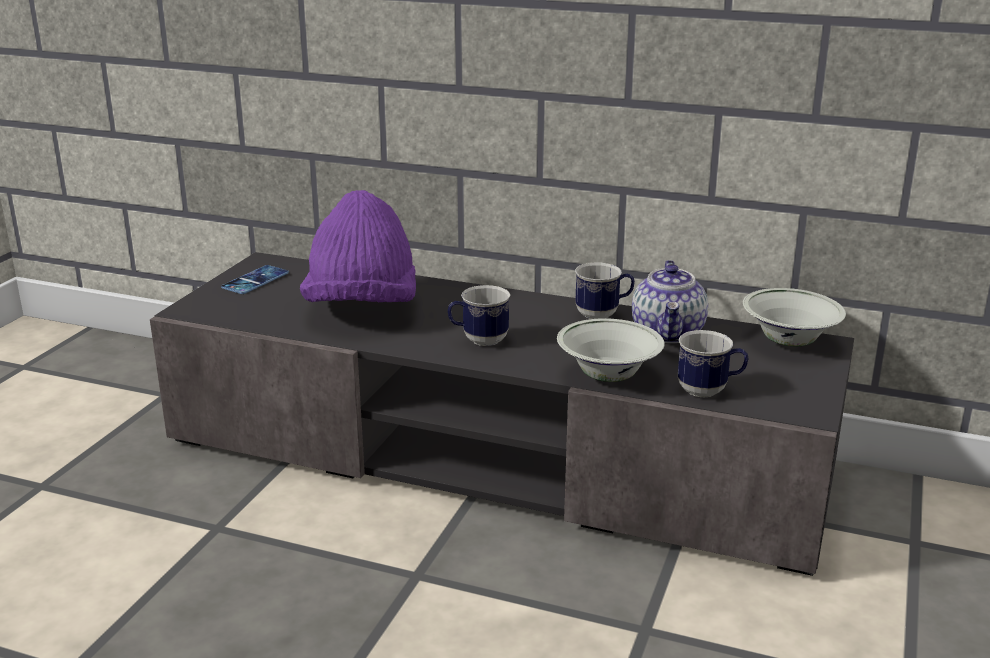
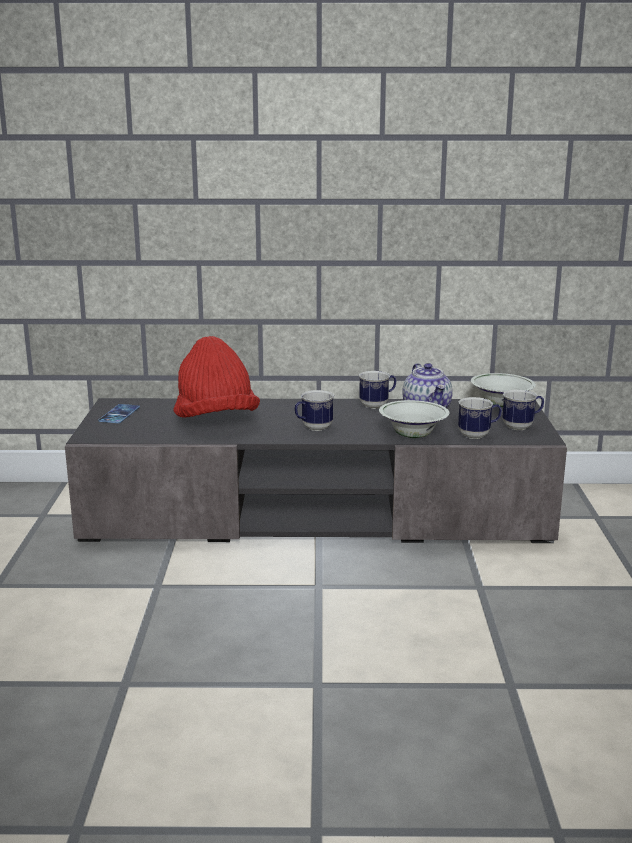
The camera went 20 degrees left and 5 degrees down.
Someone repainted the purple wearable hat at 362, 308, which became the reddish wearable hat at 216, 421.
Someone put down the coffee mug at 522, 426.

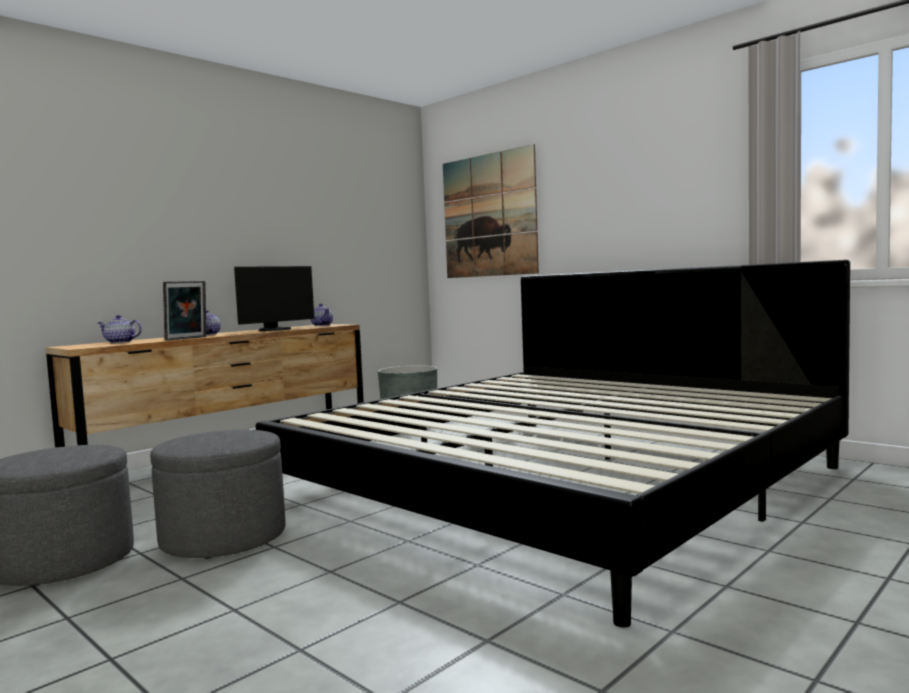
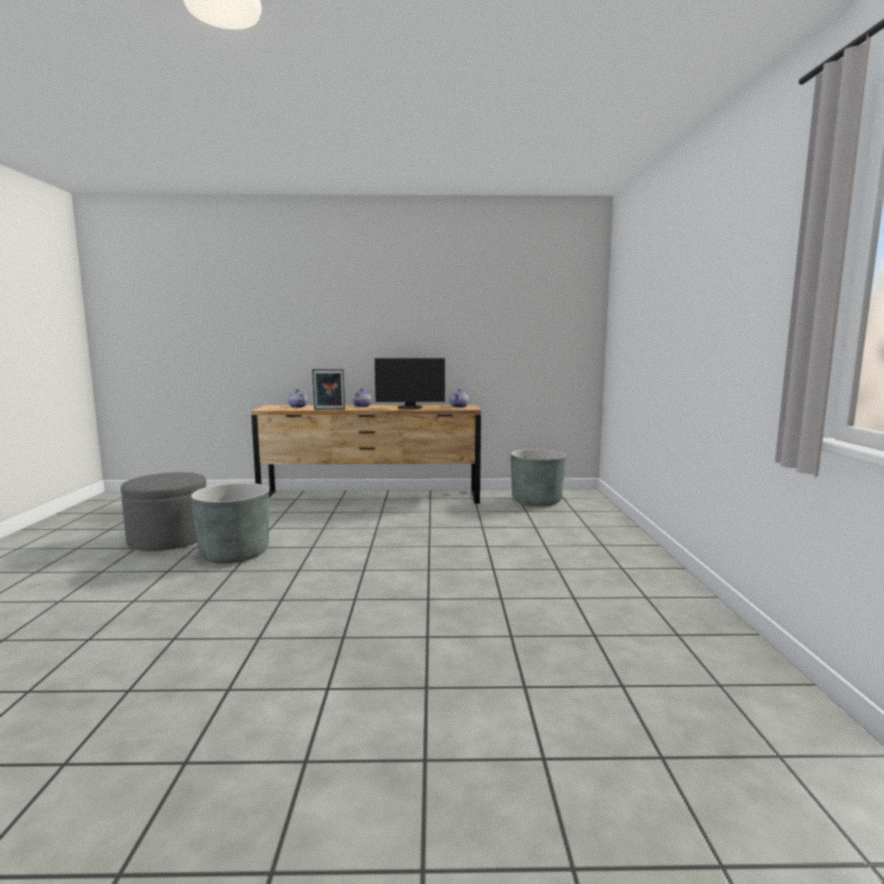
The camera went 45 degrees right and 5 degrees up.
Someone took away the wall picture at 489, 215.
Someone took away the sleeping bed at 560, 483.
Someone swapped the greyish ottoman at 223, 538 for the greyish planter at 234, 554.

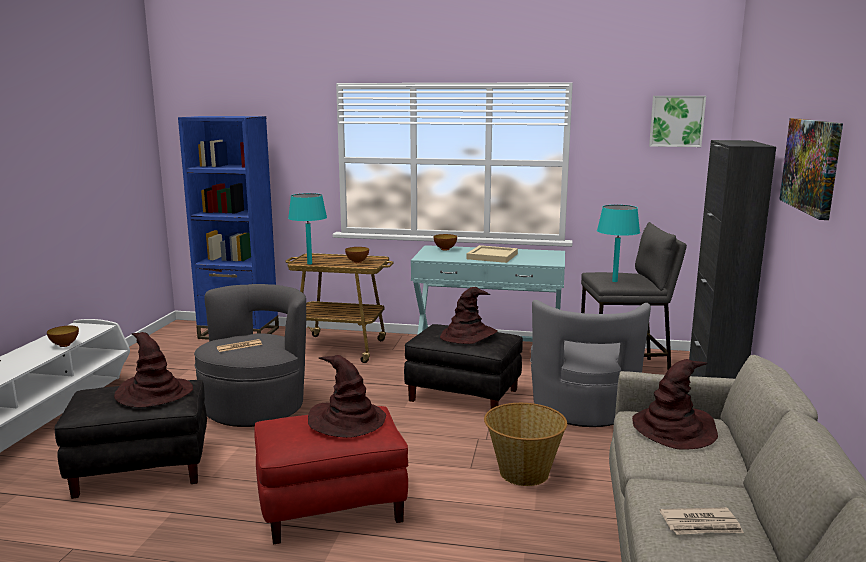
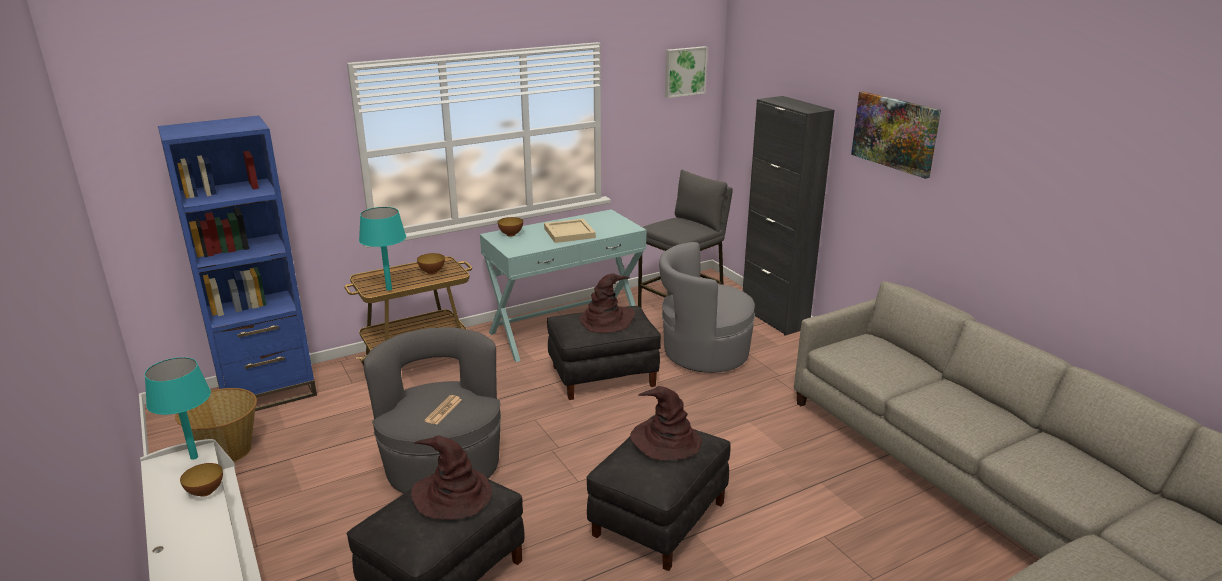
The camera went 40 degrees left and 10 degrees up.
Someone carried the turquoise table lamp from 614, 281 to 194, 457.
Someone rotated the greyish easy chair at 583, 410 by 120 degrees clockwise.
Someone took away the brown wearable hat at 674, 429.
Someone carried the storage basket from 523, 472 to 227, 451.
Someone repainted the reddish ottoman at 332, 505, which became the black ottoman at 658, 518.
Someone took away the newspaper at 701, 525.

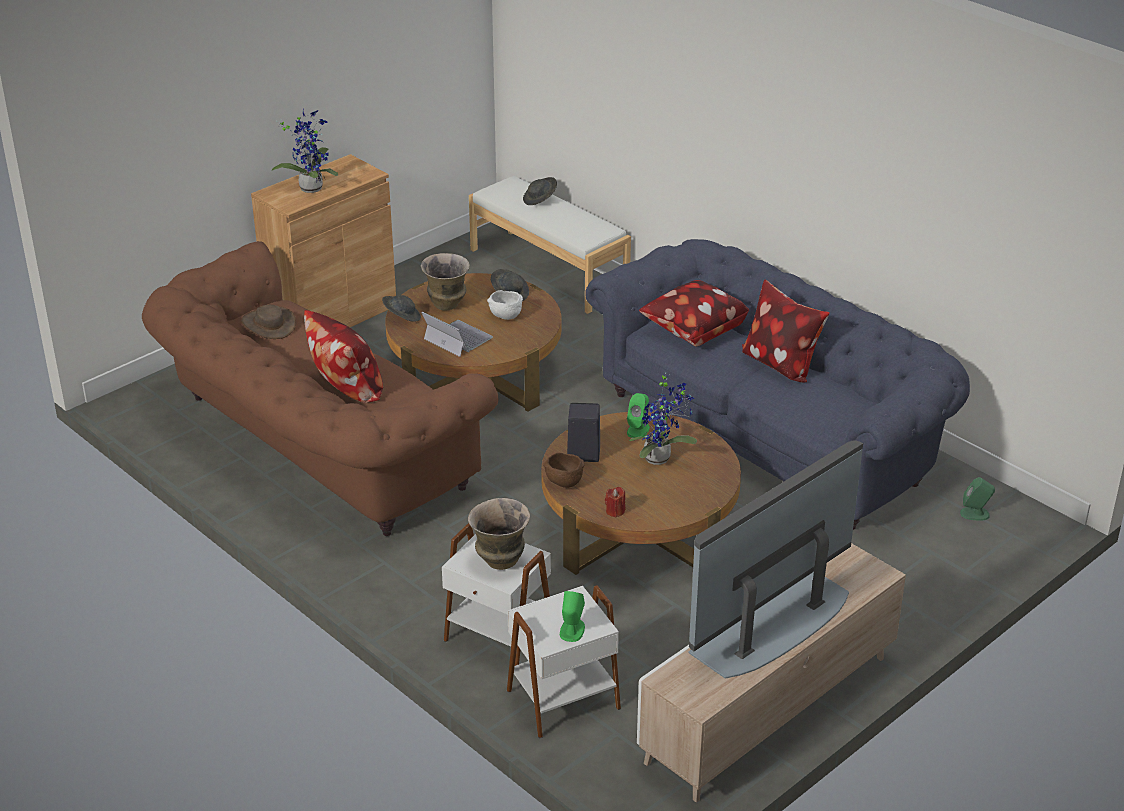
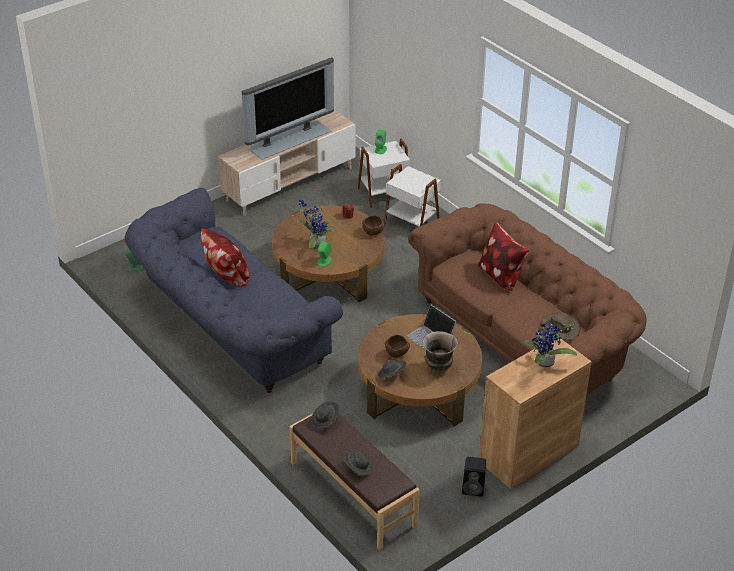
The camera went 175 degrees left and 5 degrees up.
Someone repainted the white indoor bench at 549, 270, which became the brown indoor bench at 352, 494.
Someone took away the throw pillow at 692, 331.
Someone repainted the white deep dish at 505, 316, which became the brown deep dish at 397, 353.
Someone carried the greyish wearable hat from 401, 317 to 325, 421.
Someone carried the black speaker from 582, 453 to 474, 488.
Someone took away the decorative vase at 500, 562.

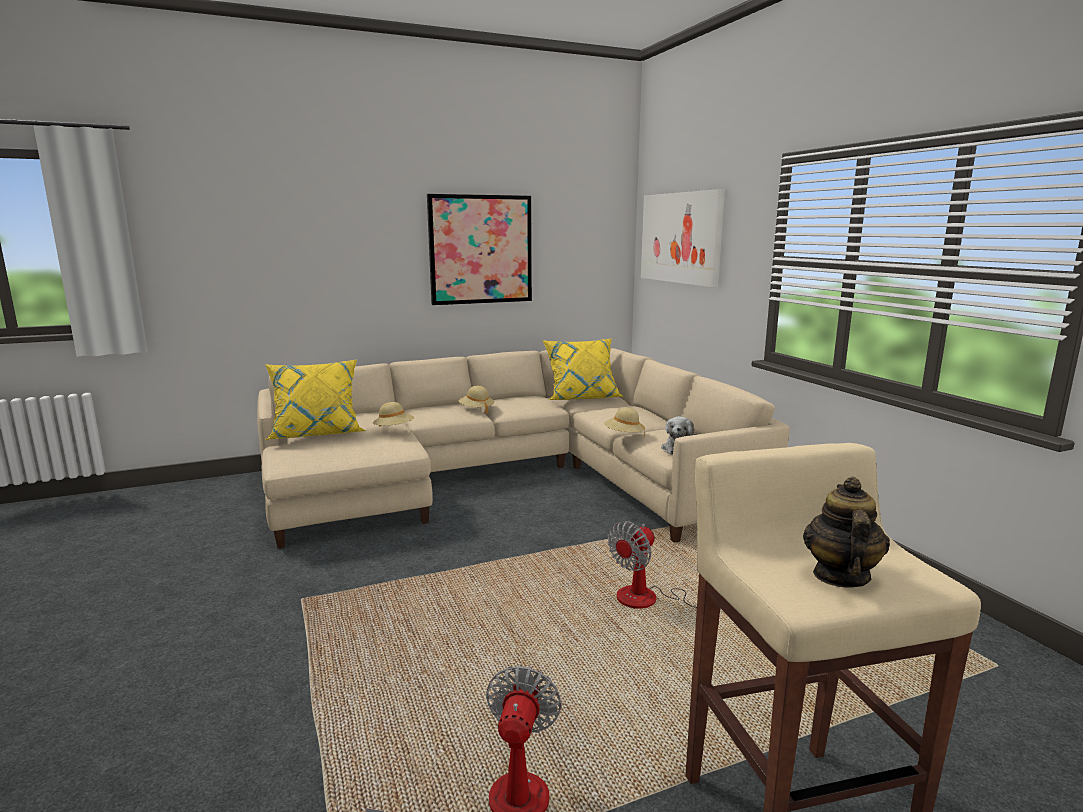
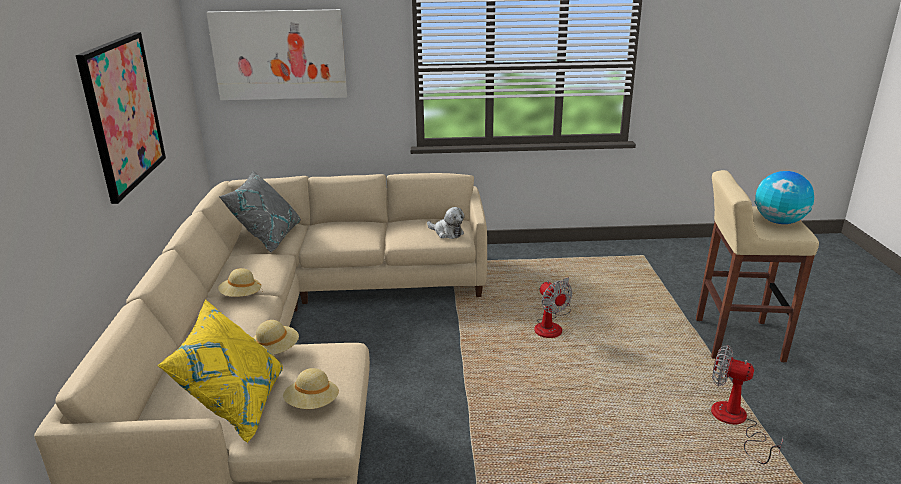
The camera went 70 degrees left and 10 degrees up.
Someone repainted the yellowish throw pillow at 581, 397, which became the greyish throw pillow at 267, 238.
Someone carried the sand-coloured wearable hat from 624, 435 to 312, 404.
Someone swapped the pot for tea at 840, 576 for the globe at 779, 222.

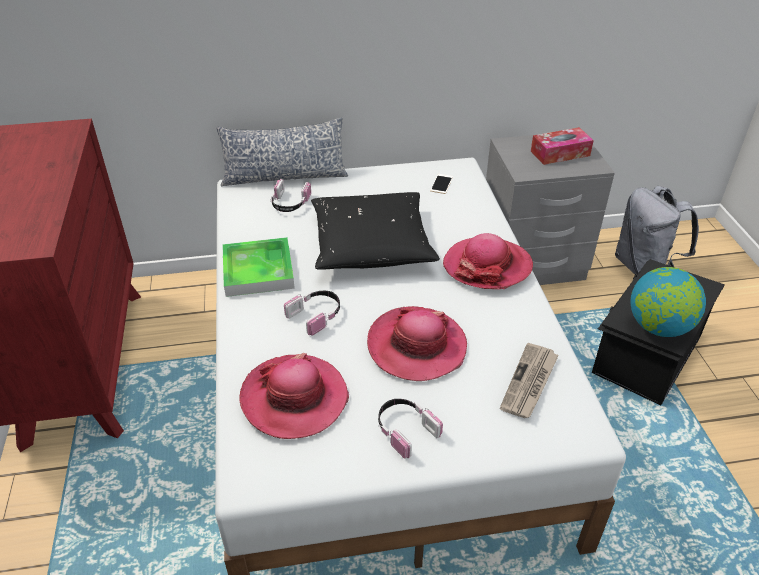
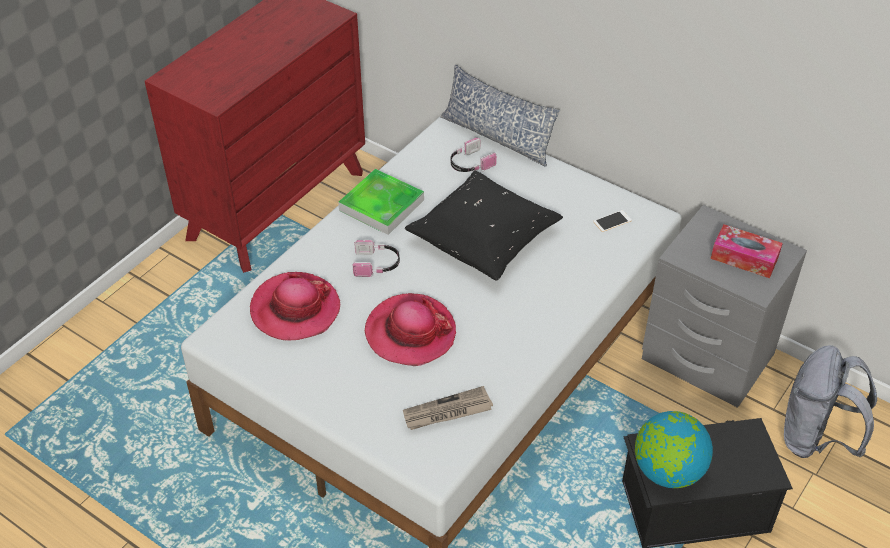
The camera went 45 degrees right and 5 degrees up.
Someone took away the wearable hat at 487, 266.
Someone took away the pair of headphones at 405, 430.

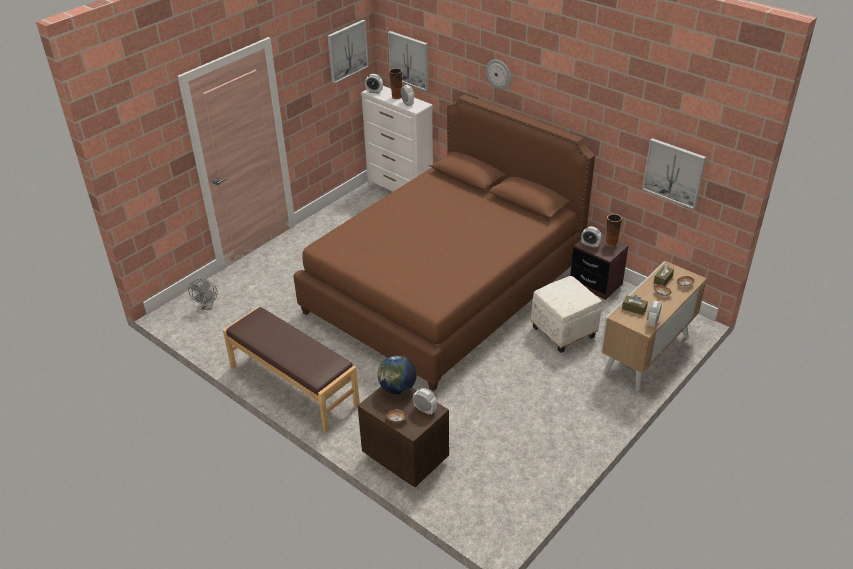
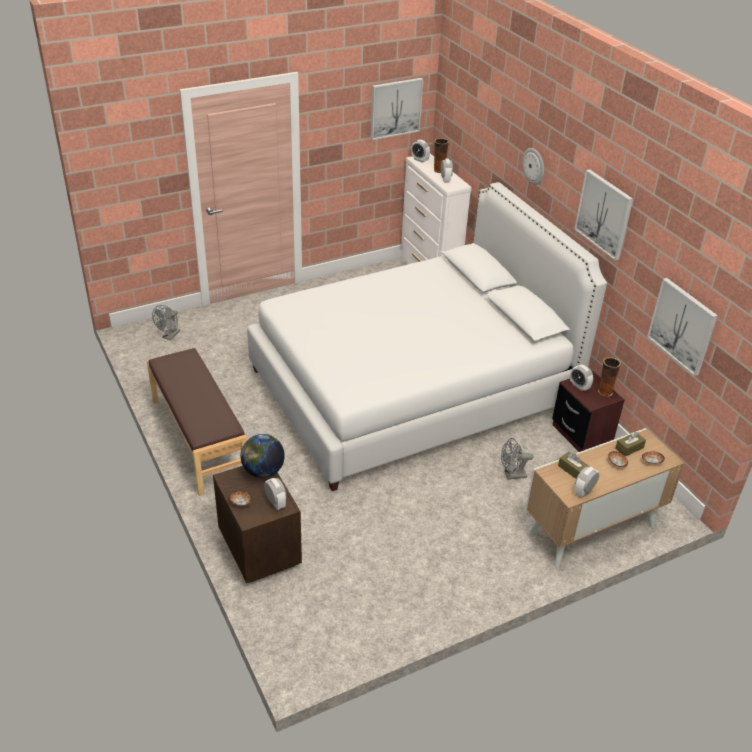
The camera went 20 degrees right and 0 degrees up.
Someone carried the wall picture from 409, 60 to 604, 214.
Someone repainted the brown sleeping bed at 444, 288, which became the white sleeping bed at 411, 389.
Someone swapped the white ottoman at 564, 332 for the greyish cooling fan at 512, 475.

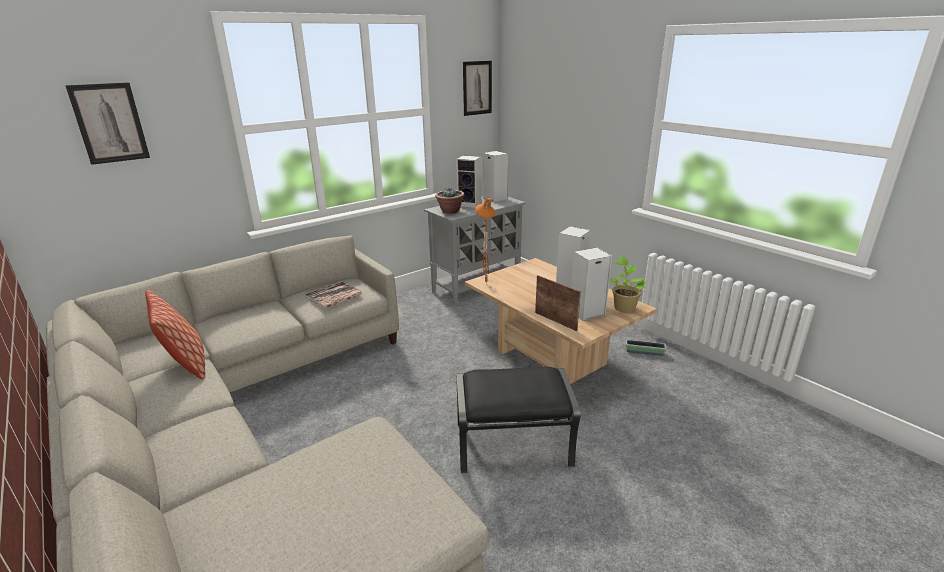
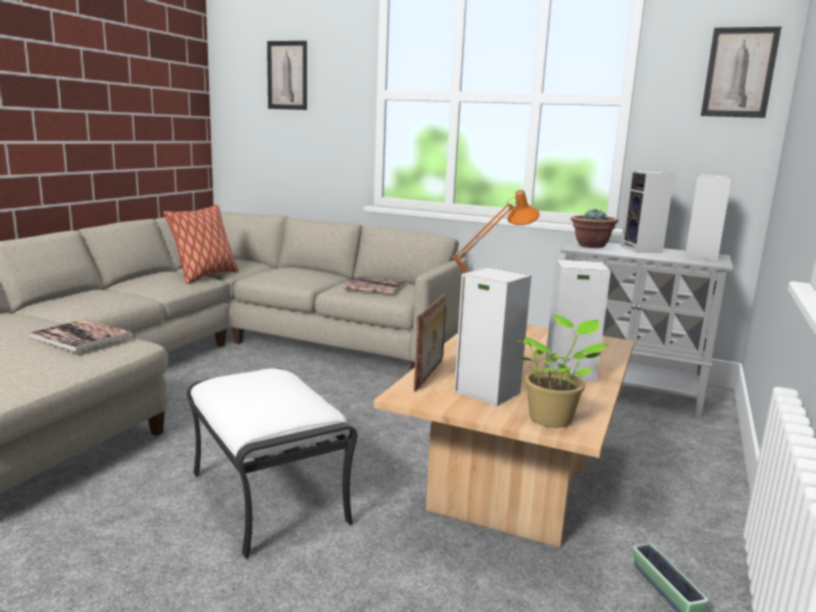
The camera went 60 degrees right and 10 degrees down.
Someone repainted the black ottoman at 512, 445, which became the white ottoman at 266, 497.
Someone put down the bound book at 81, 337.

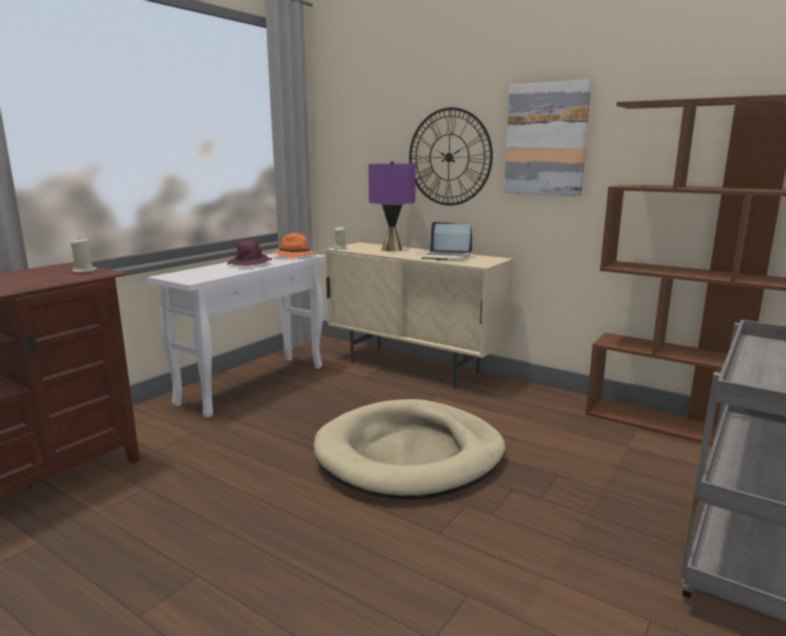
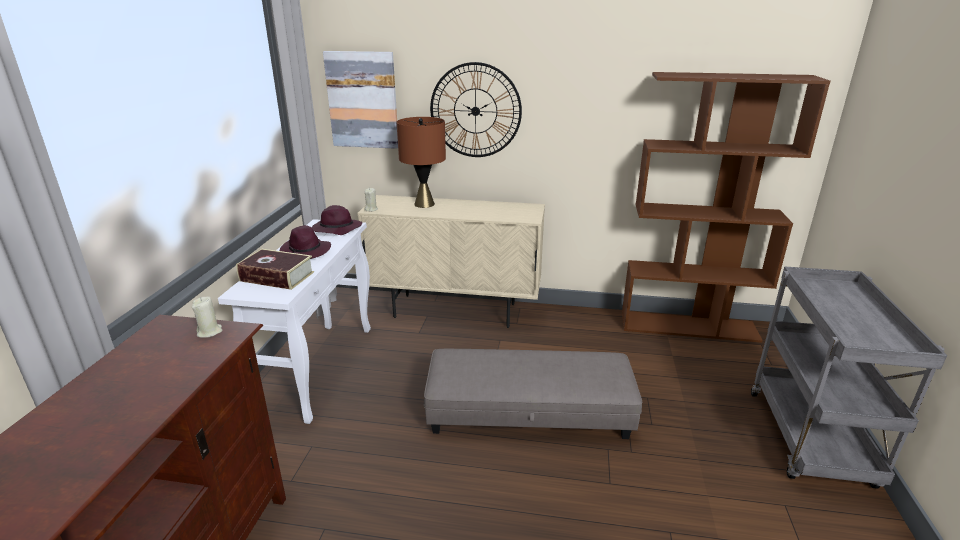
The camera went 25 degrees left and 10 degrees up.
Someone carried the wall picture from 546, 139 to 363, 100.
Someone repainted the purple table lamp at 392, 249, which became the brown table lamp at 424, 204.
Someone took away the laptop at 446, 257.
Someone repainted the orange-coloured wearable hat at 294, 256, which became the purple wearable hat at 336, 229.
Someone swapped the sand-coloured pet bed at 410, 455 for the greyish ottoman at 529, 411.
Someone put down the bound book at 277, 277.

